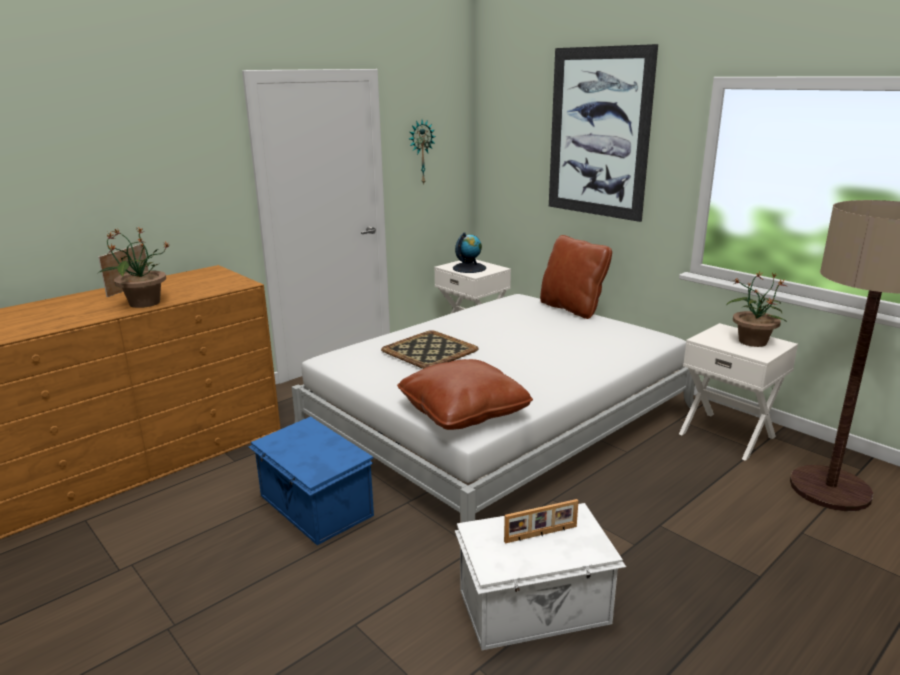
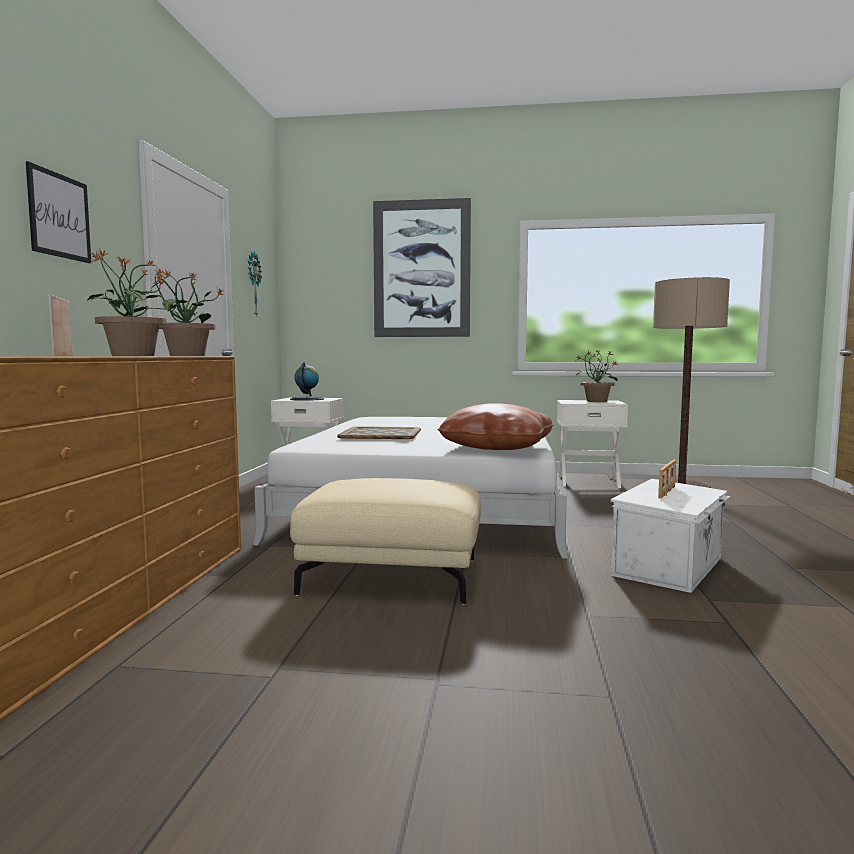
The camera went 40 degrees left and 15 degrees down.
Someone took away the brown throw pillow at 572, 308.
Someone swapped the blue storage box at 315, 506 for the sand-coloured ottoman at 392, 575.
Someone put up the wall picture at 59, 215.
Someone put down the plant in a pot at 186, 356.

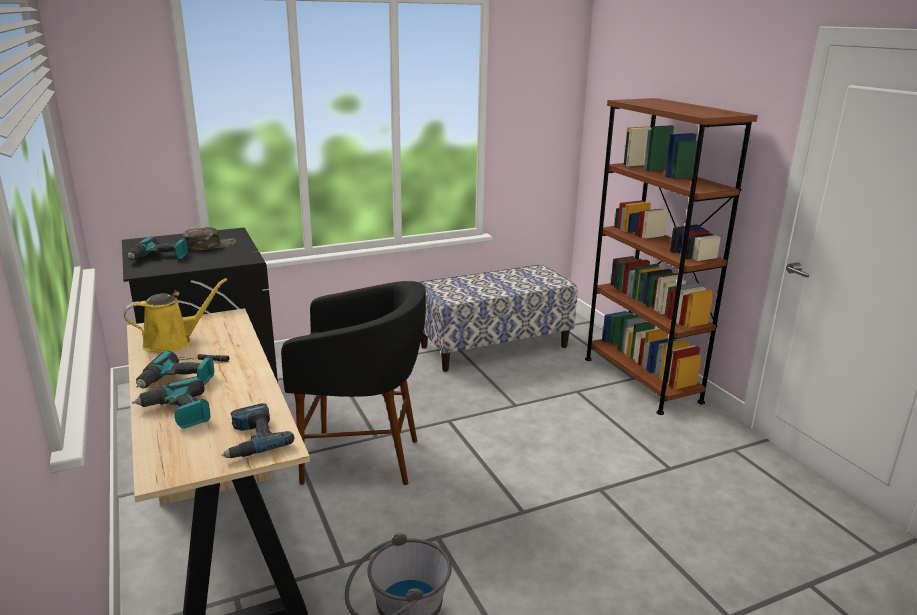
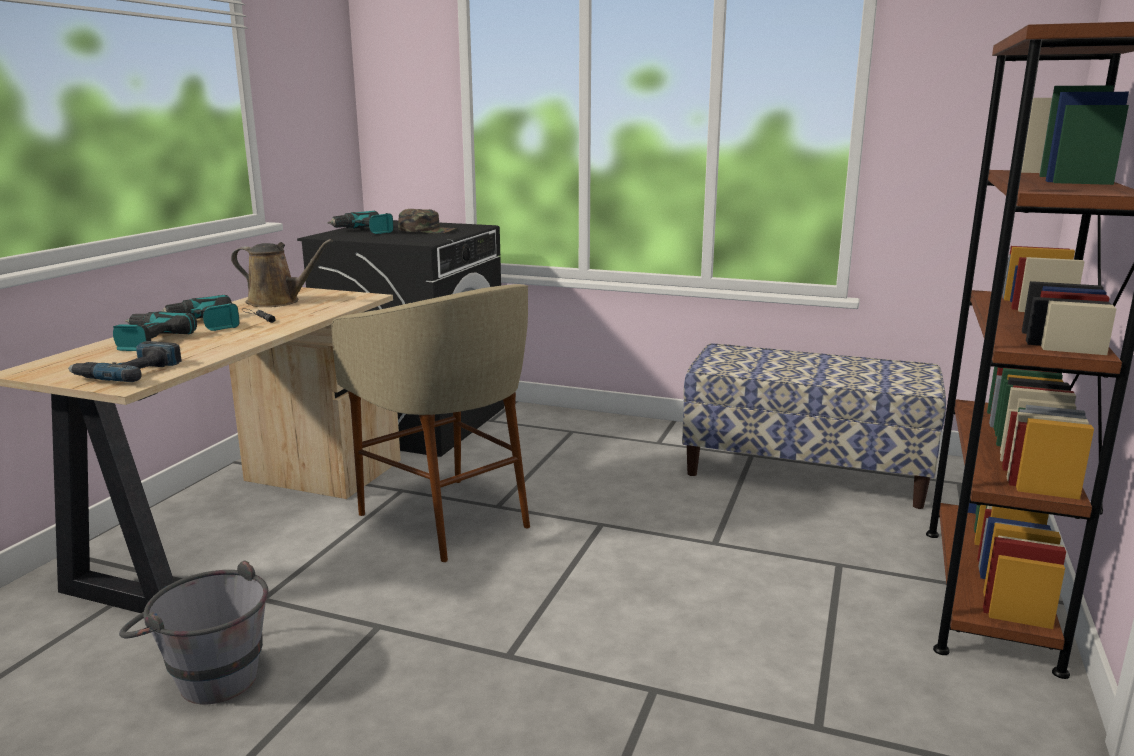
The camera went 45 degrees right and 5 degrees down.
Someone repainted the yellowish sprinkling can at 173, 342, which became the brown sprinkling can at 277, 302.
Someone repainted the black sitting stool at 362, 459, which became the sand-coloured sitting stool at 447, 519.

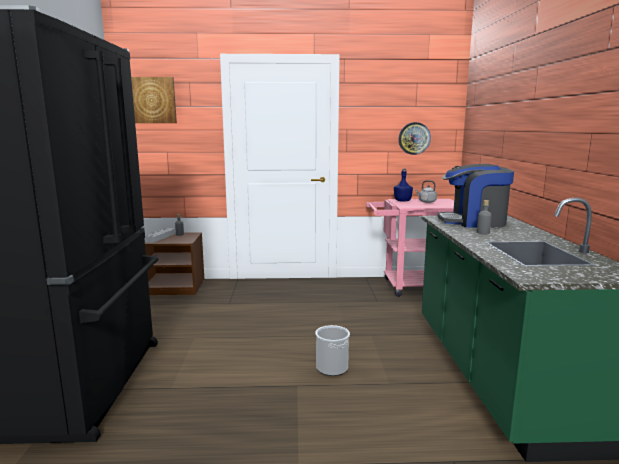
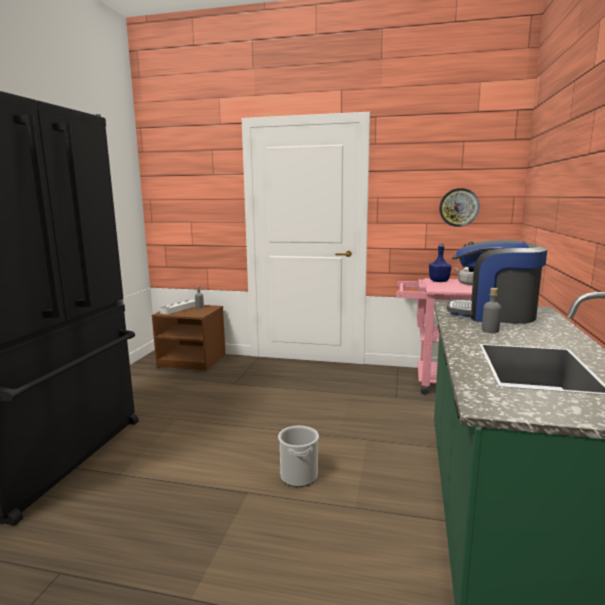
The camera went 15 degrees right and 0 degrees up.
Someone took away the wall picture at 152, 100.

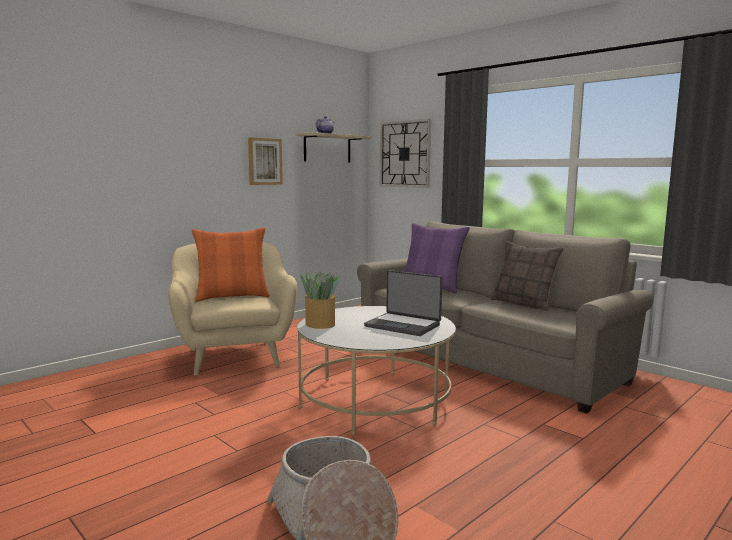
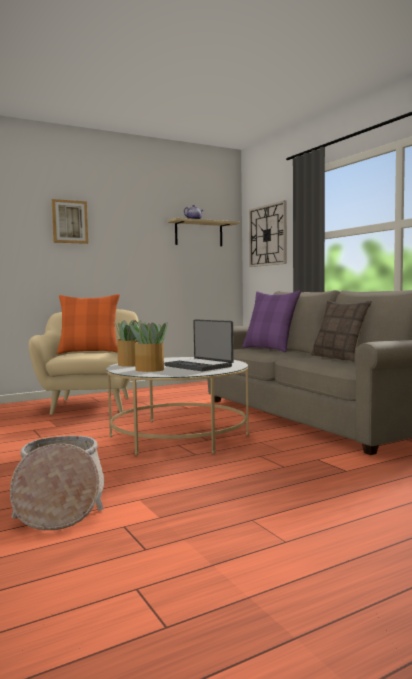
The camera went 15 degrees right and 5 degrees down.
Someone carried the wall picture from 264, 161 to 69, 222.
Someone put down the plant in a pot at 150, 369.

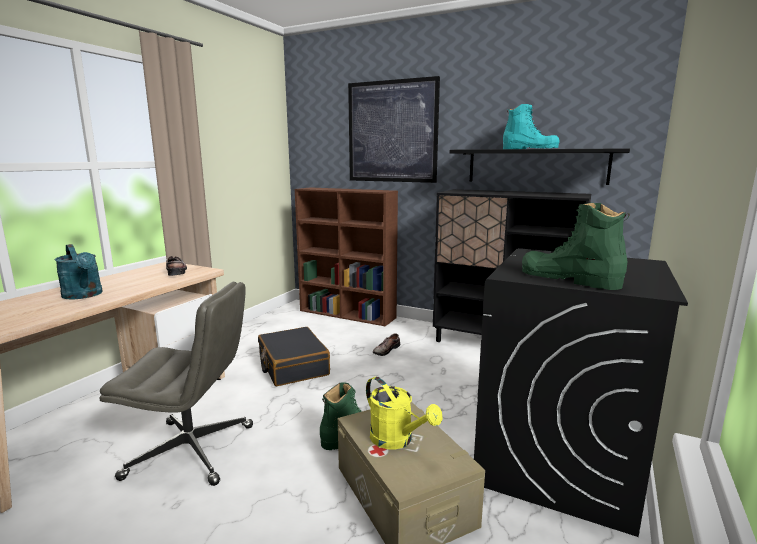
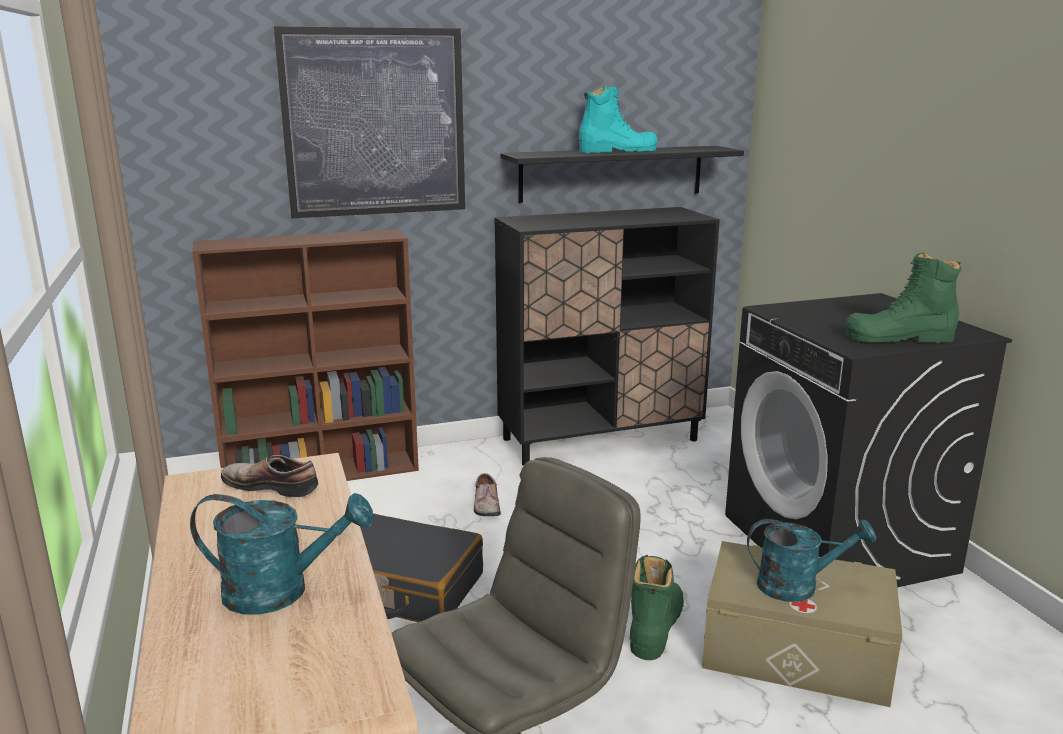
The camera went 45 degrees left and 5 degrees up.
Someone repainted the yellowish sprinkling can at 397, 440, which became the turquoise sprinkling can at 798, 586.

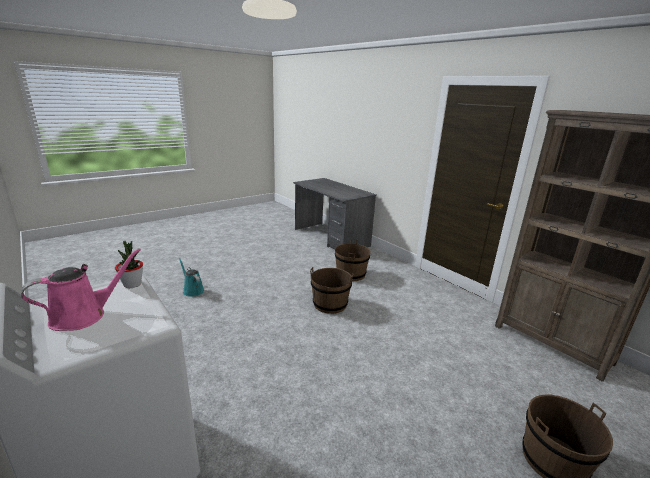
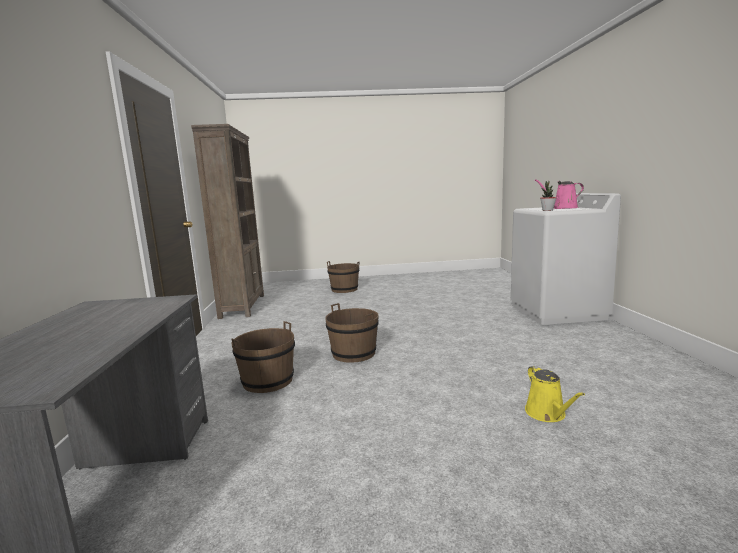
The camera went 145 degrees left and 10 degrees down.
Someone repainted the turquoise sprinkling can at 192, 290, which became the yellowish sprinkling can at 547, 414.

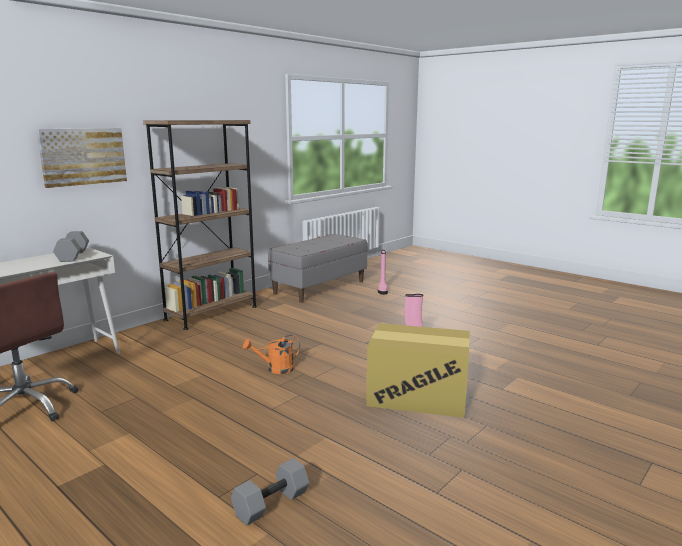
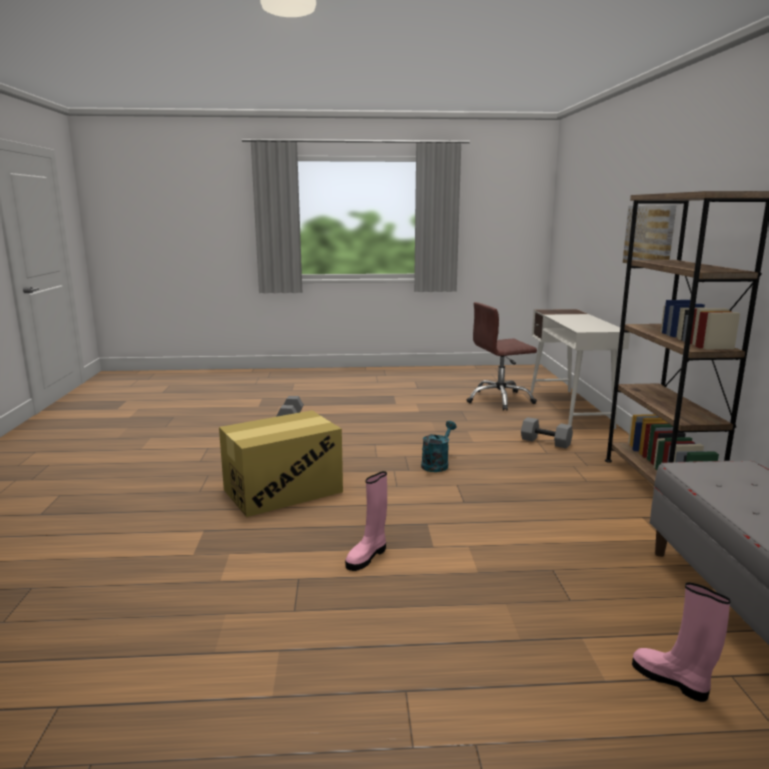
The camera went 135 degrees right and 0 degrees up.
Someone carried the greyish dumbbell from 73, 256 to 545, 442.
Someone repainted the orange-coloured sprinkling can at 275, 369, which became the turquoise sprinkling can at 437, 464.

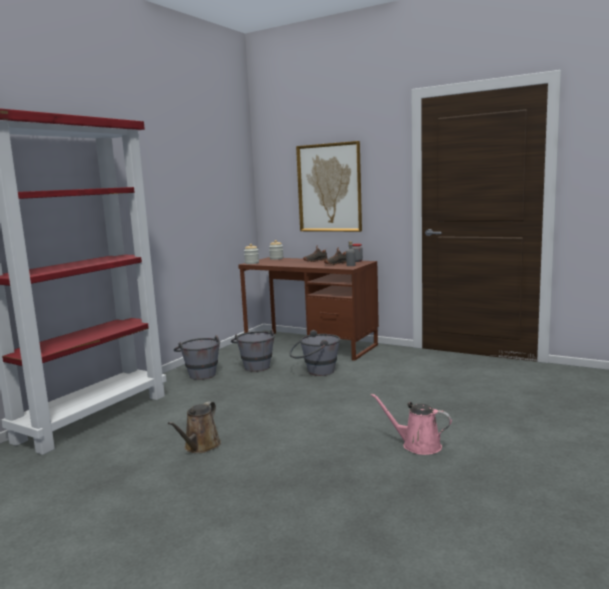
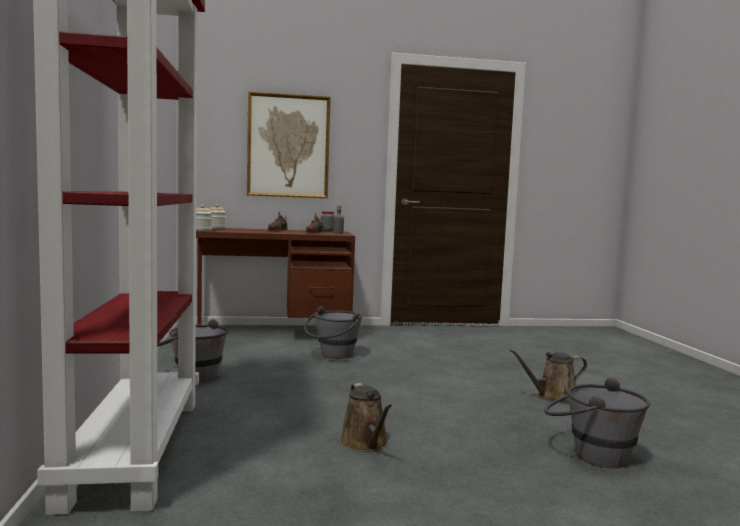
The camera went 40 degrees left and 5 degrees down.
Someone carried the greyish water bucket from 255, 365 to 590, 454.
Someone repainted the pinkish sprinkling can at 417, 445, which became the brown sprinkling can at 553, 396.

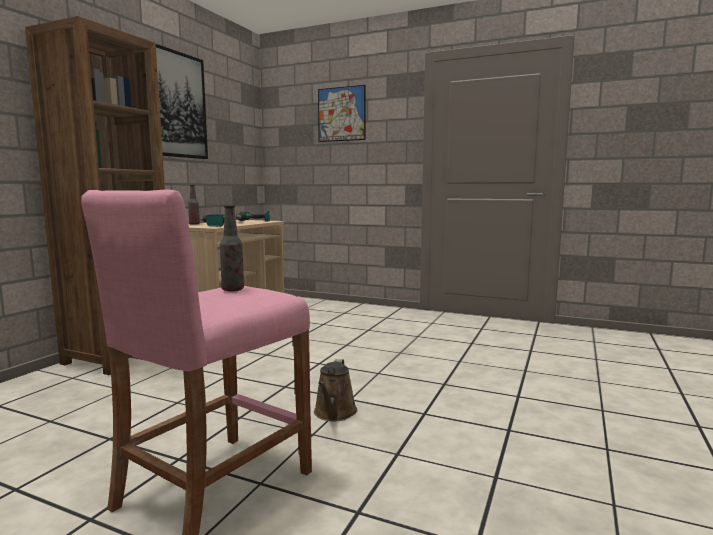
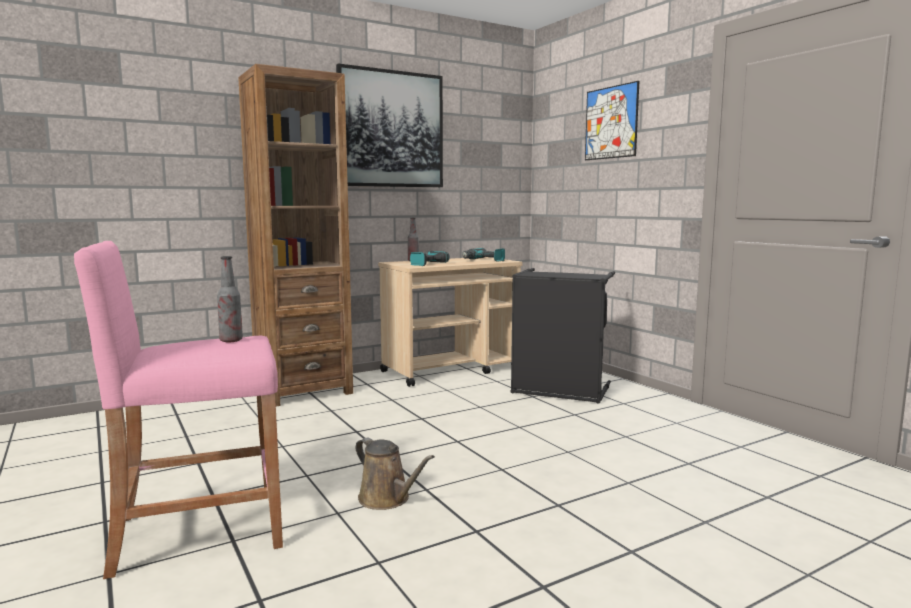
The camera went 35 degrees right and 0 degrees up.
Someone rotated the brown sprinkling can at 334, 413 by 90 degrees counterclockwise.
Someone put down the black hamper at 559, 392.

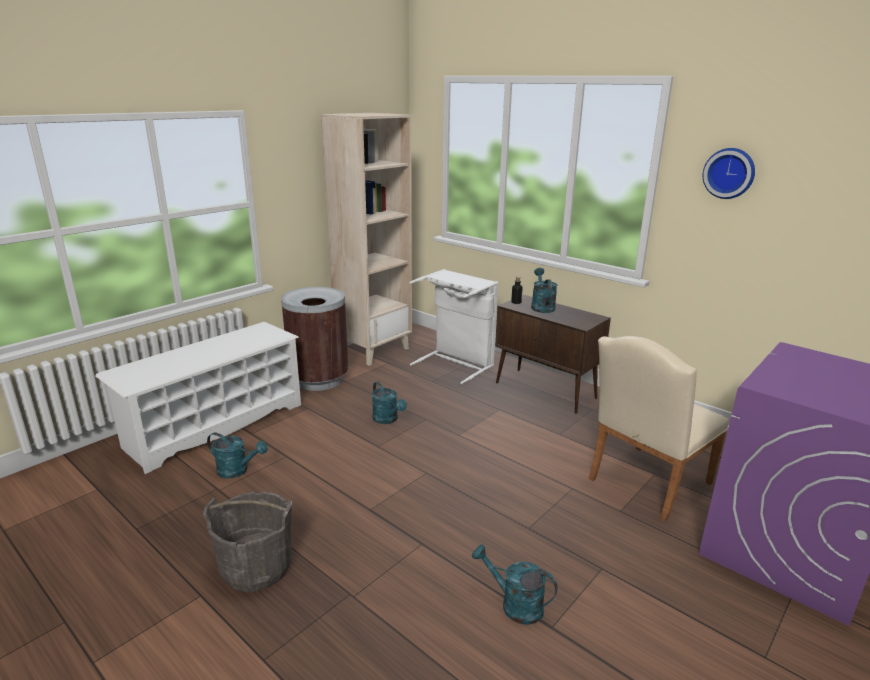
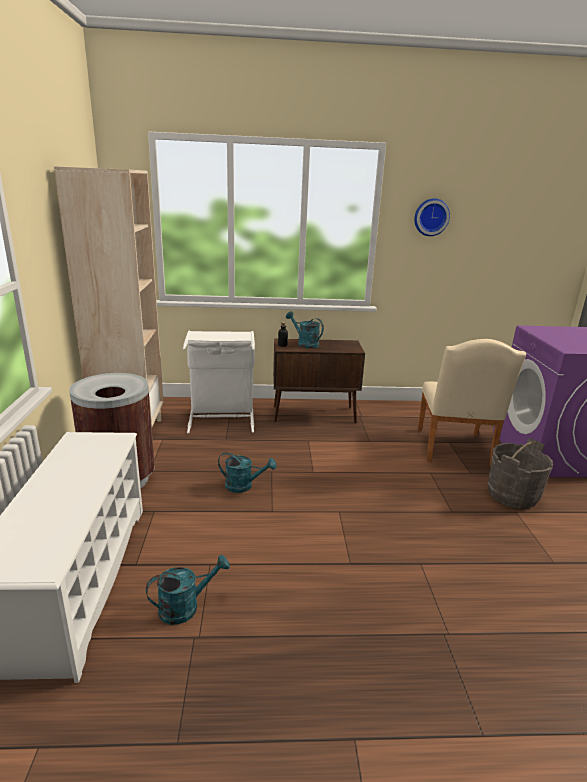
The camera went 45 degrees left and 0 degrees up.
Someone carried the greyish water bucket from 257, 567 to 512, 495.
Someone took away the turquoise sprinkling can at 514, 604.

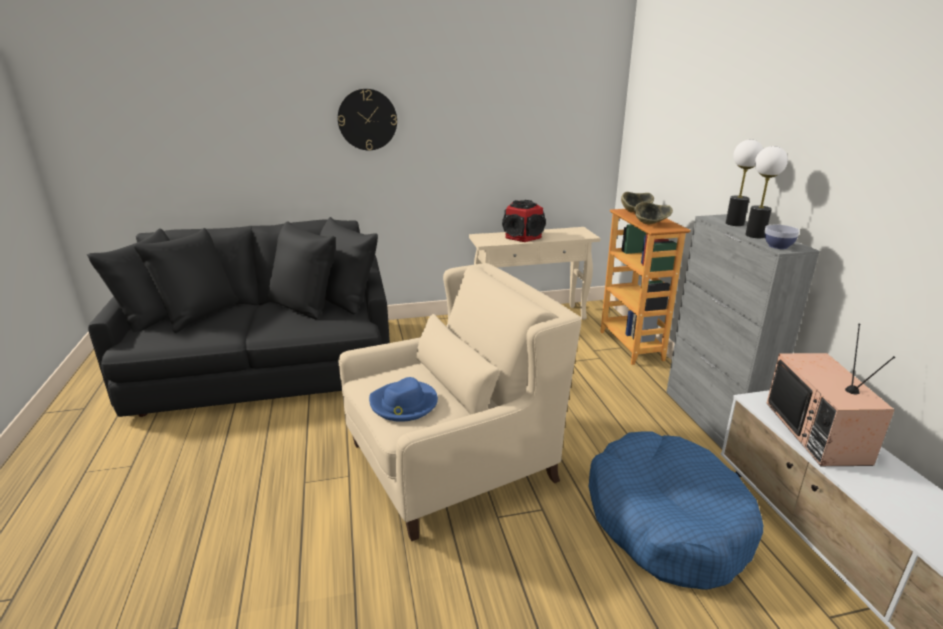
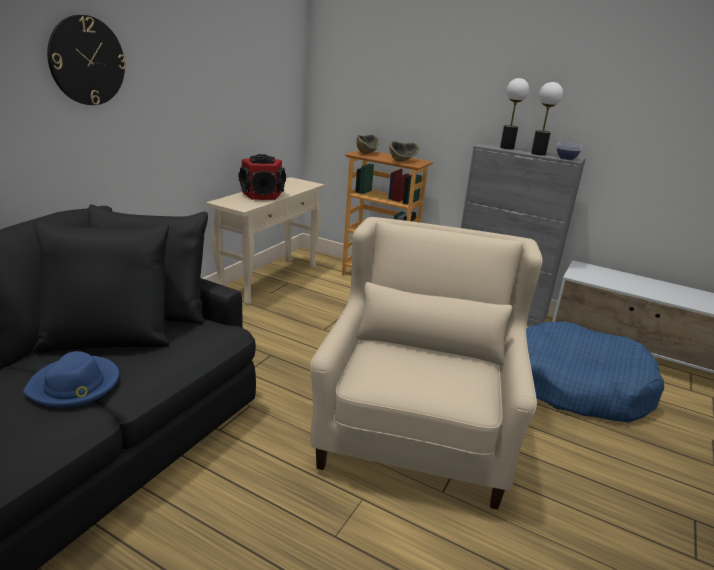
The camera went 50 degrees left and 0 degrees up.
Someone took away the television at 819, 433.
Someone carried the blue wearable hat from 403, 404 to 75, 385.

